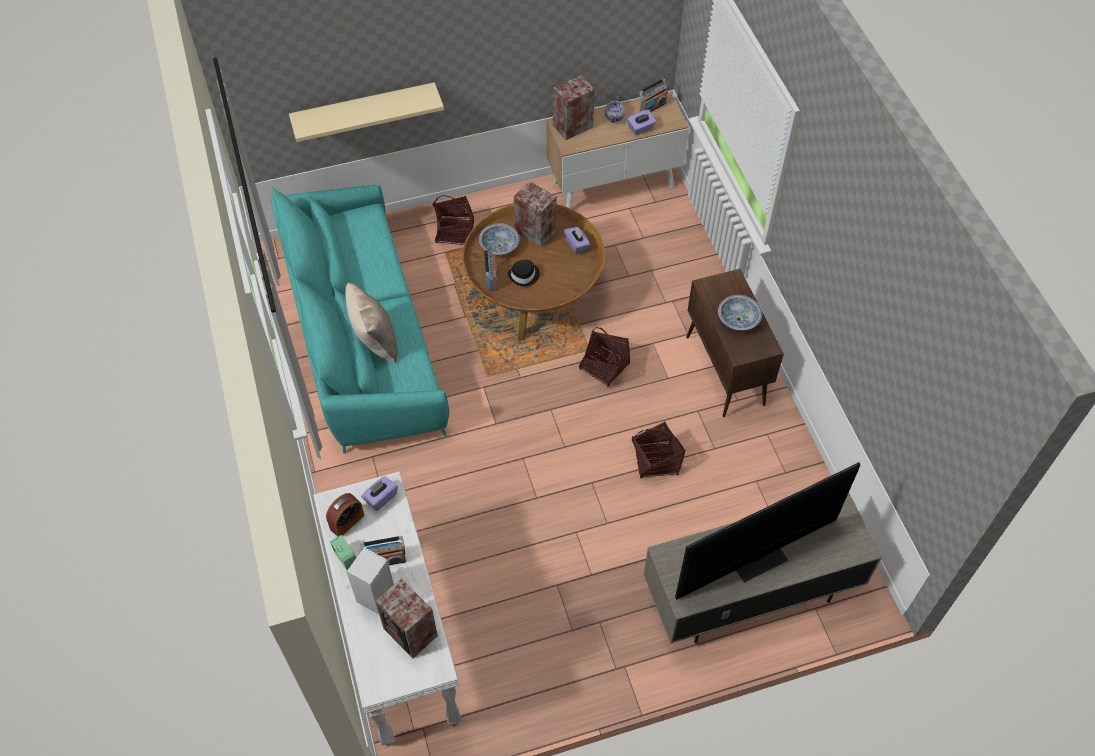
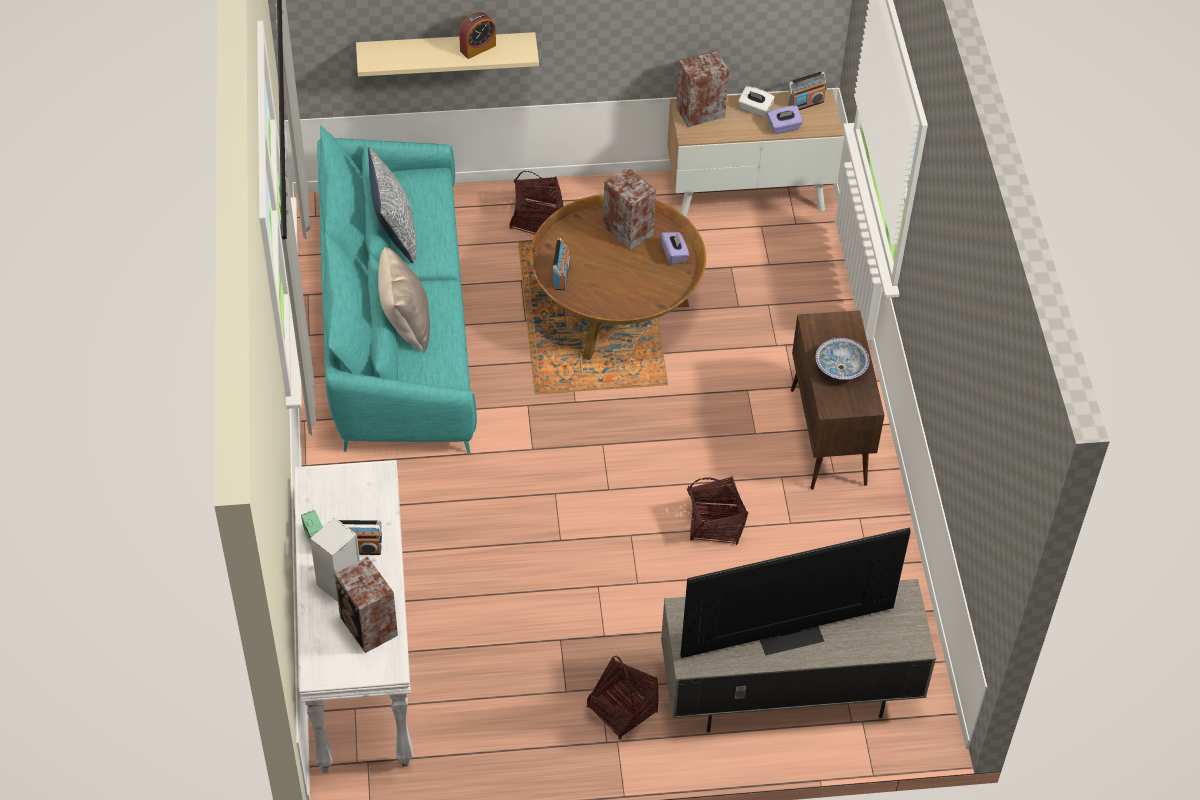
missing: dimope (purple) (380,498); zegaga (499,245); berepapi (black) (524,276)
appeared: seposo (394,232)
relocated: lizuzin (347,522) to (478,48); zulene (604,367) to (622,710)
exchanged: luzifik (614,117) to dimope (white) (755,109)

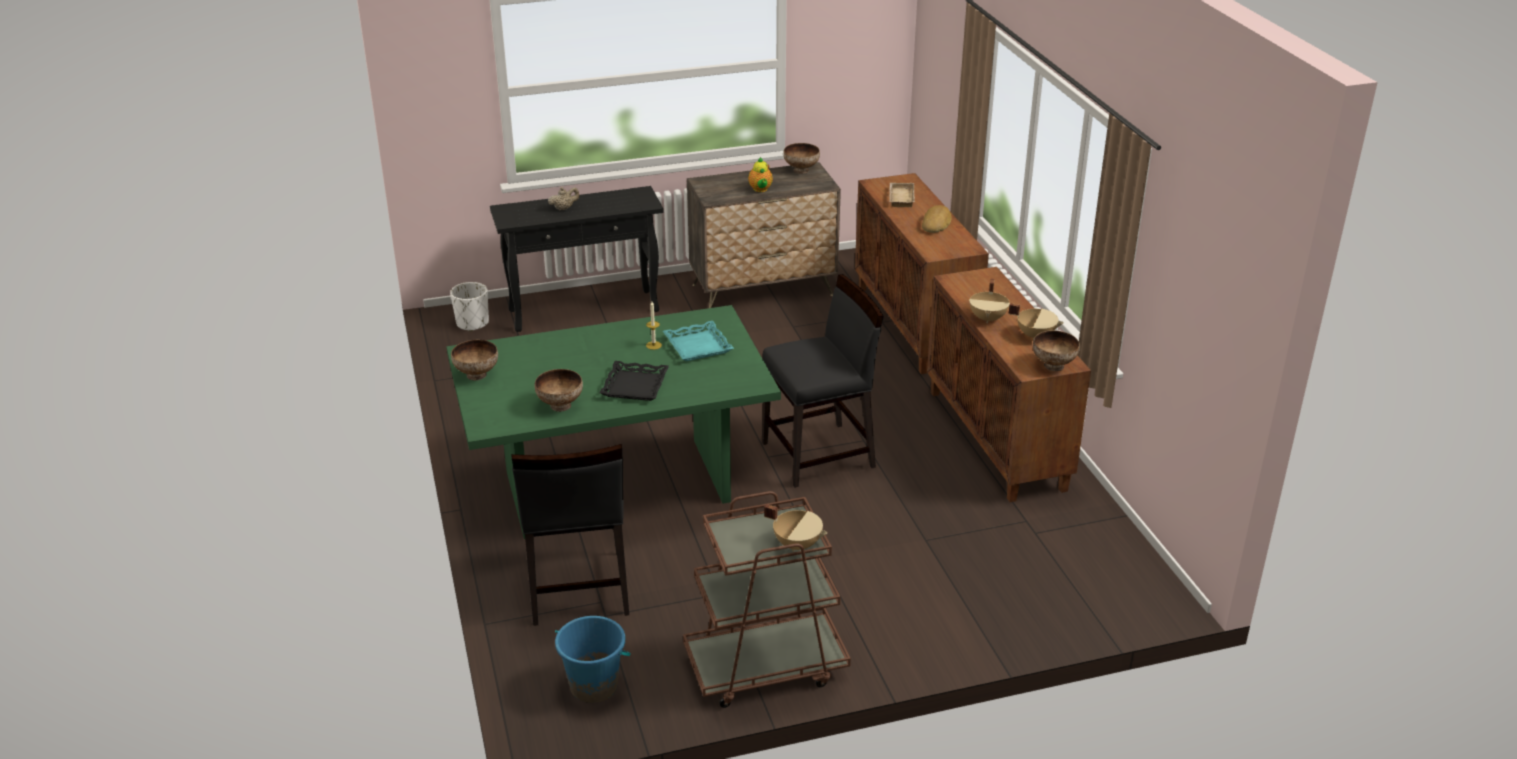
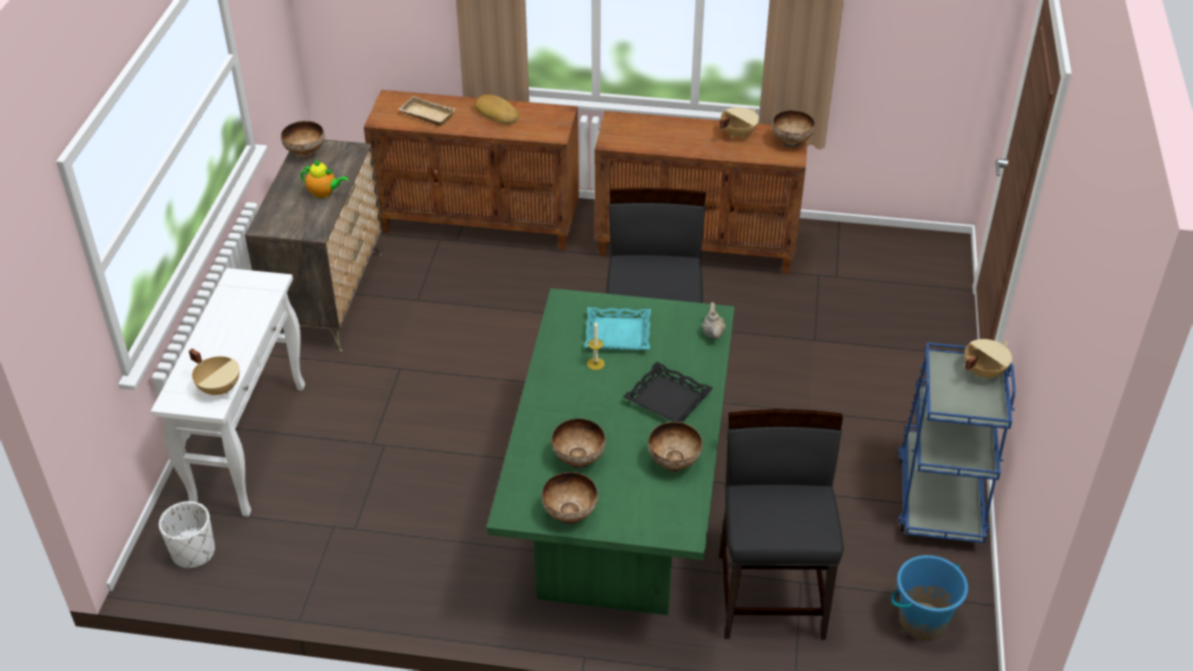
appeared: zegaga (579,460)
relocated: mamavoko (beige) (988,318) to (220,388); luzifik (beige) (564,208) to (712,333)
colour: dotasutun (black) (585,310) to dotasutun (white) (250,444); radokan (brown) (765,667) to radokan (blue) (940,496)
spun: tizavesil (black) (577,588) = (771,594) 105 degrees counterclockwise

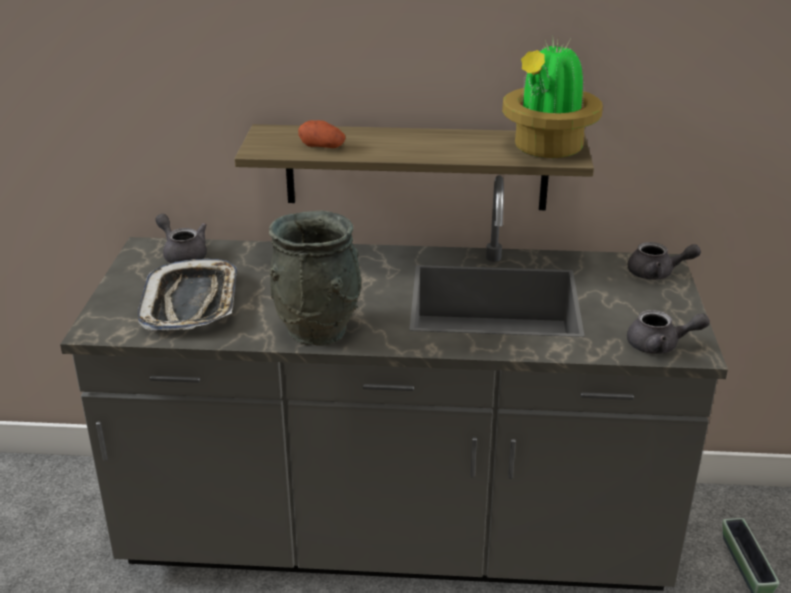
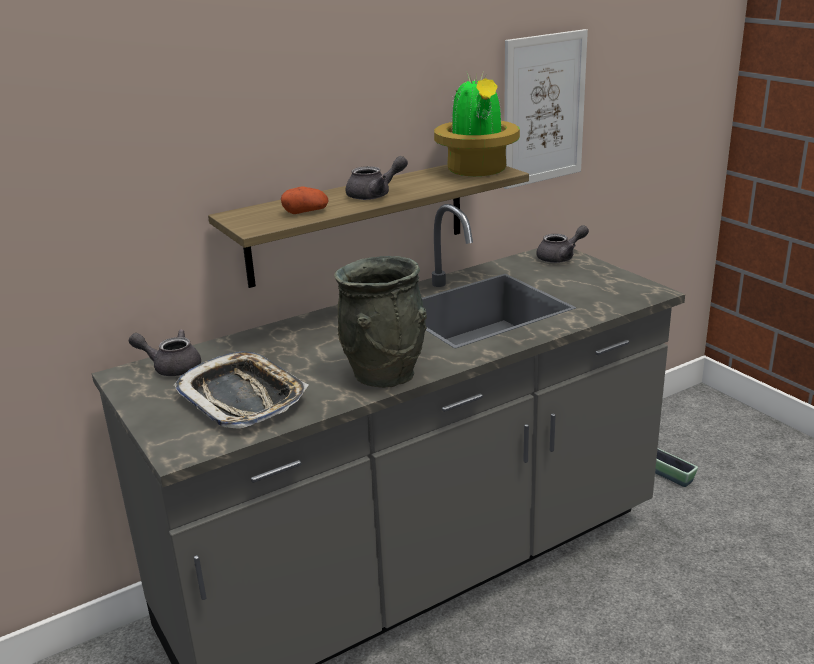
appeared: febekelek (543,109)
relocated: luzifik (grey) (660,345) to (375,195)

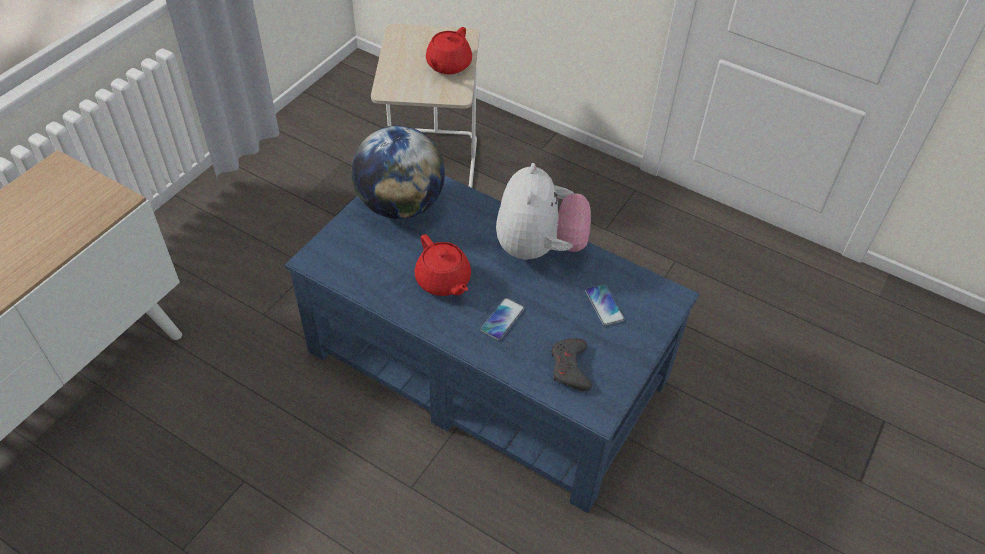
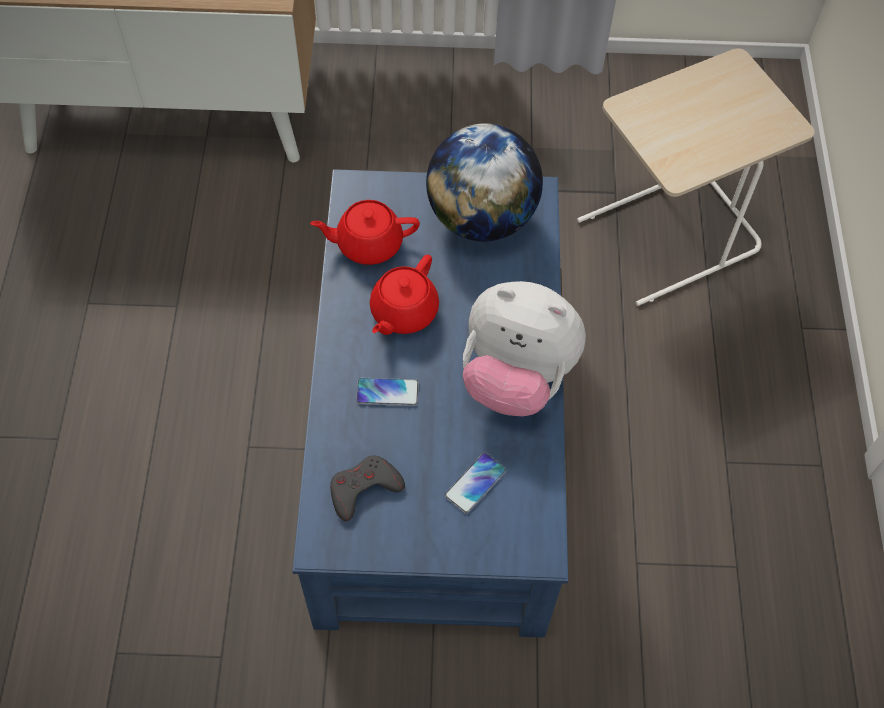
relocated: luzifik (red) (448,65) to (368,243)
spun: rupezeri (539,247) = (516,377) 45 degrees clockwise

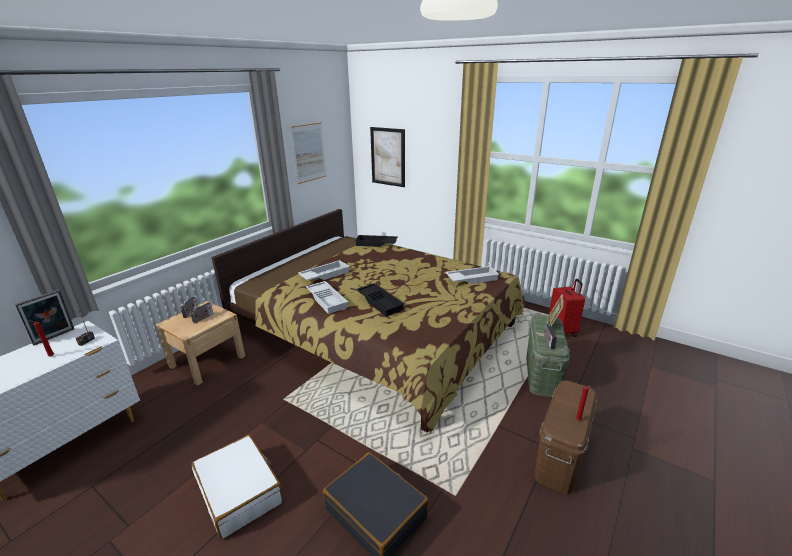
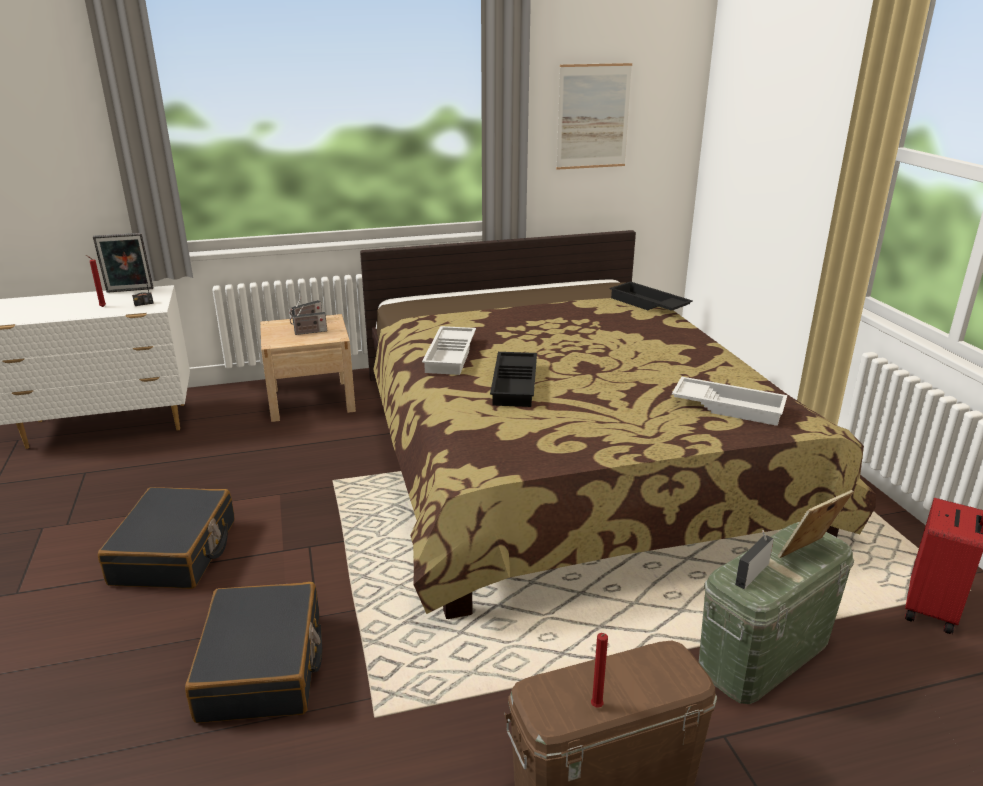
missing: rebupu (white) (324,275); febekelek (388,157)
colour: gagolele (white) (240,492) to gagolele (black) (175,552)

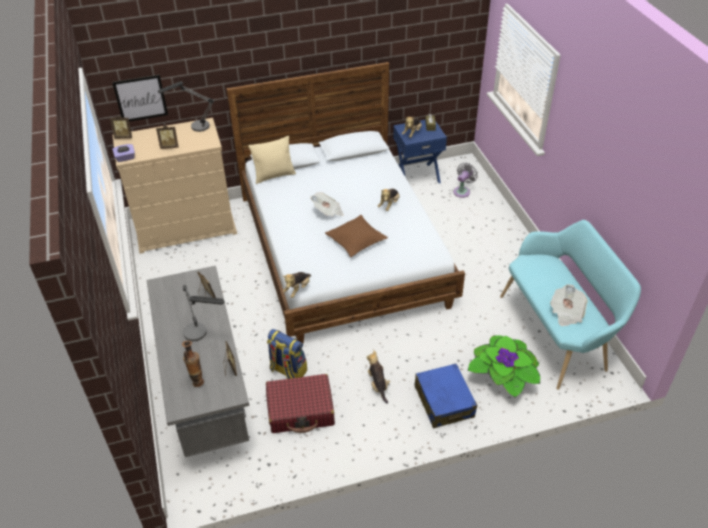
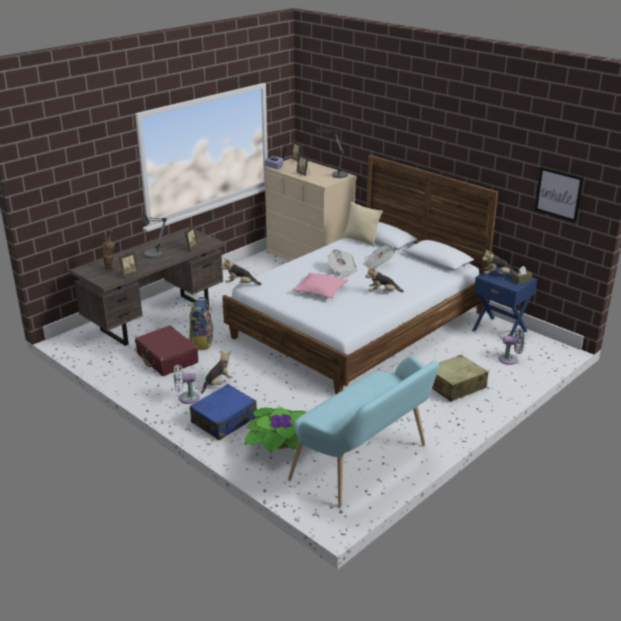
appeared: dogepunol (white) (186,398); gagolele (beige) (454,386)
relocated: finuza (566,313) to (378,264); febekelek (140,98) to (558,194)
colour: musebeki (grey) (206,393) to musebeki (brown) (156,318); seposo (brown) (356,240) to seposo (pink) (320,291)

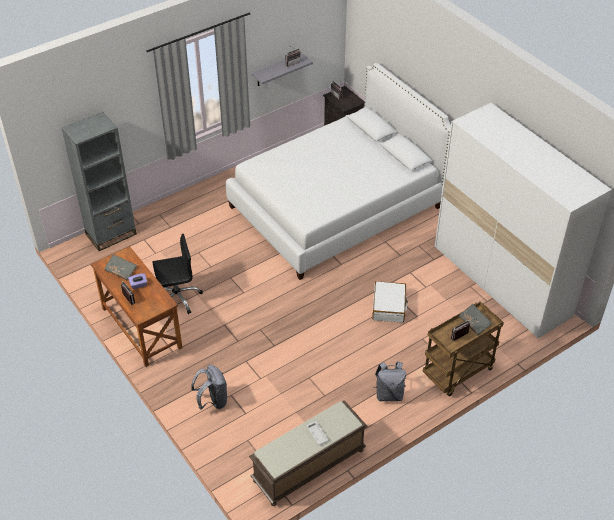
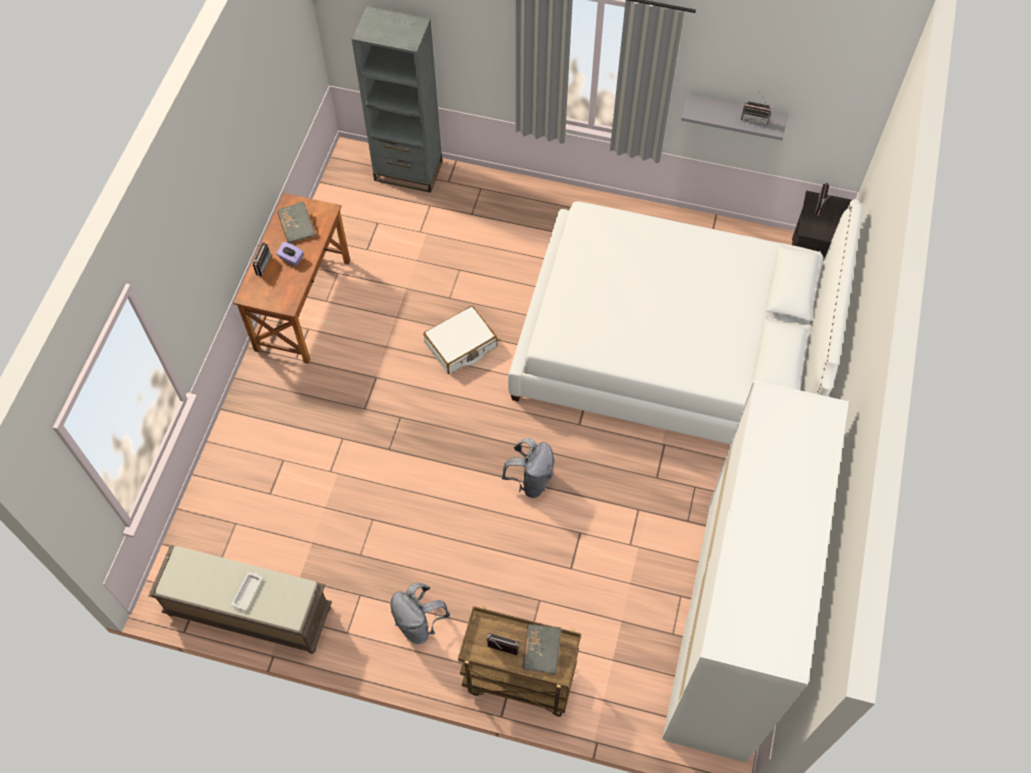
missing: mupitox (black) (177,298)
relocated: gagolele (white) (389,306) to (461,346); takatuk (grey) (212,401) to (531,480)

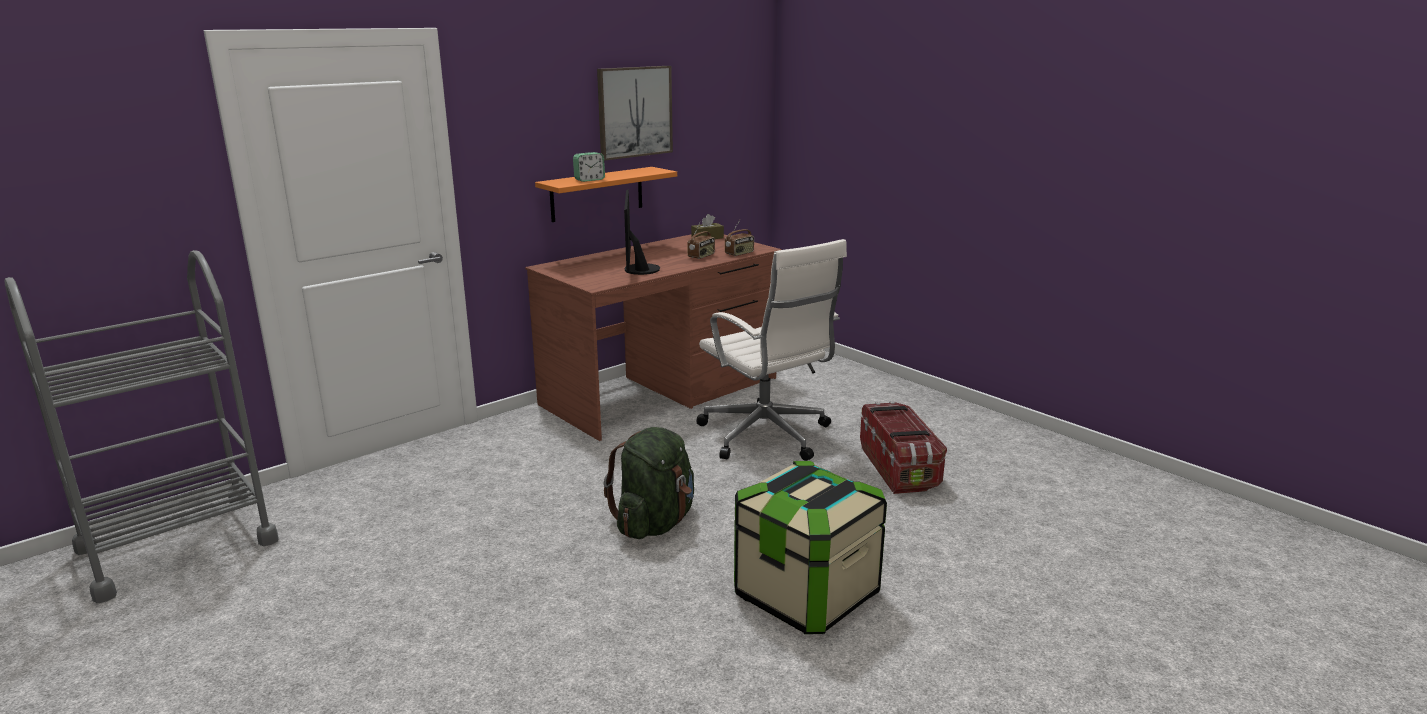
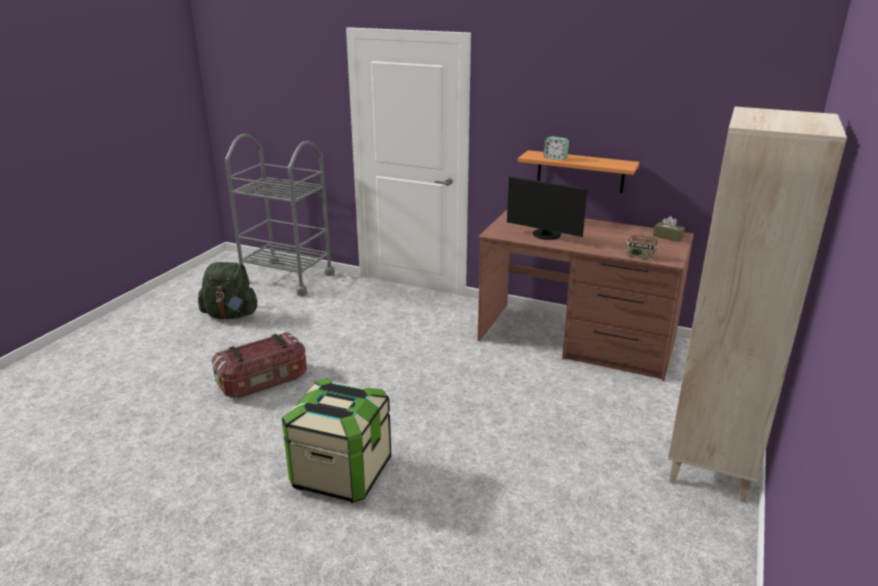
missing: febekelek (634,112); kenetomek (701,256); mupitox (white) (766,436)
appeared: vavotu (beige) (710,466)
relocated: takatuk (green) (655,523) to (231,315); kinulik (899,468) to (263,382)
spun: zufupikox (637,270) = (545,235) 120 degrees counterclockwise

